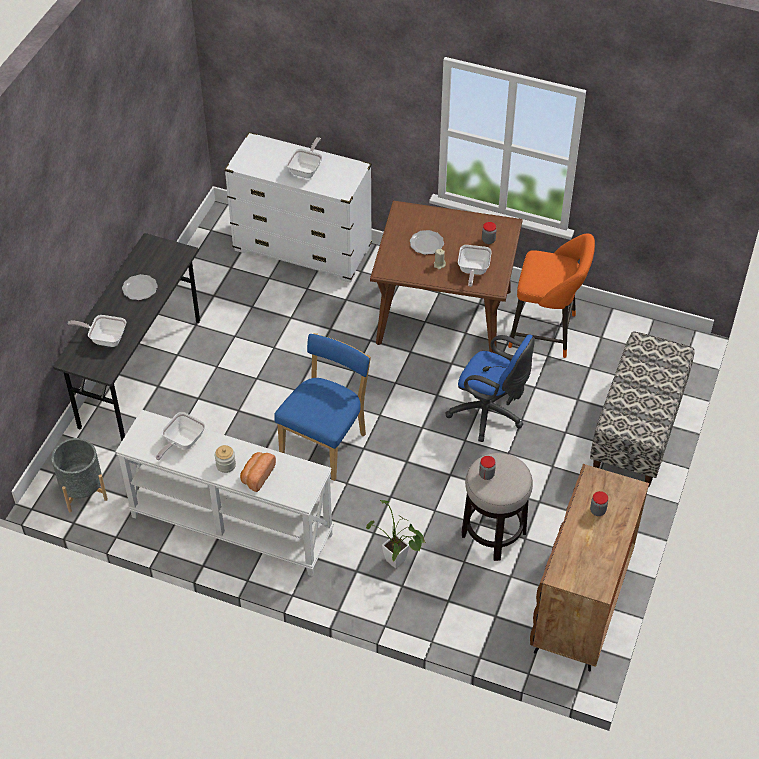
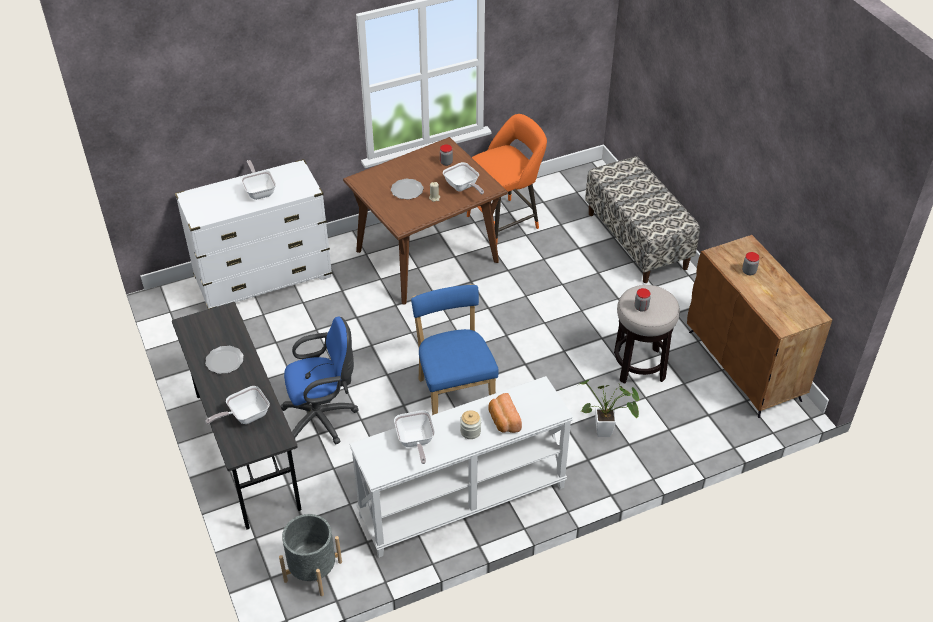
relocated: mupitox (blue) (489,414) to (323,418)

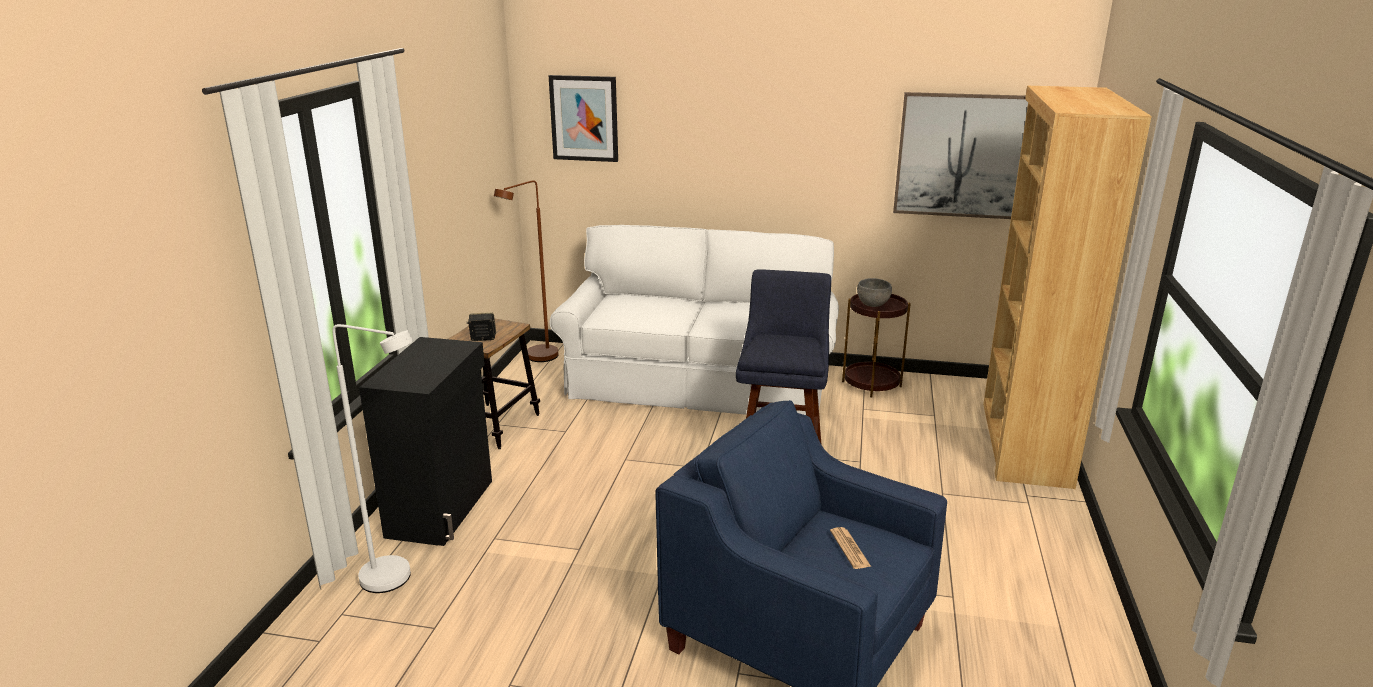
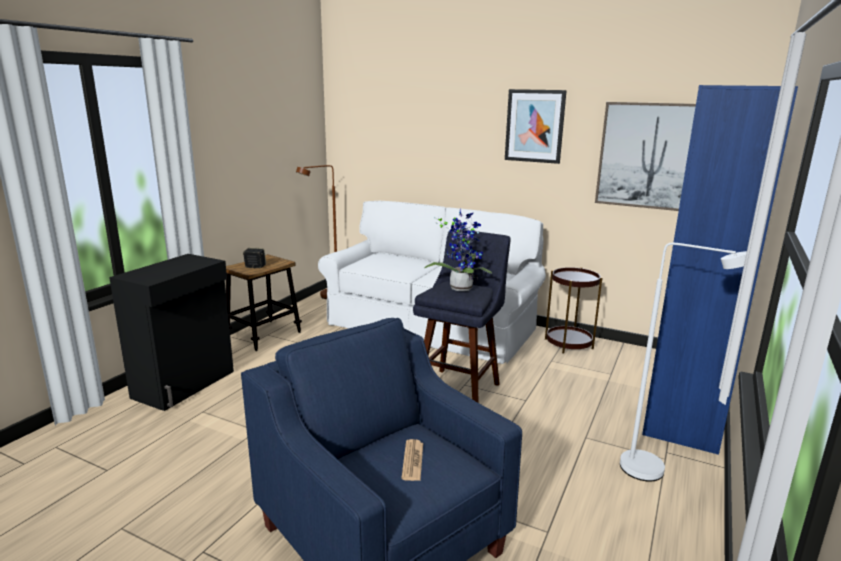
missing: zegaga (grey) (872,304)
appeared: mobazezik (461,287)
relocated: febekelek (584,118) to (534,126); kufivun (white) (397,580) to (654,472)
colour: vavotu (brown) (1023,443) to vavotu (blue) (684,407)

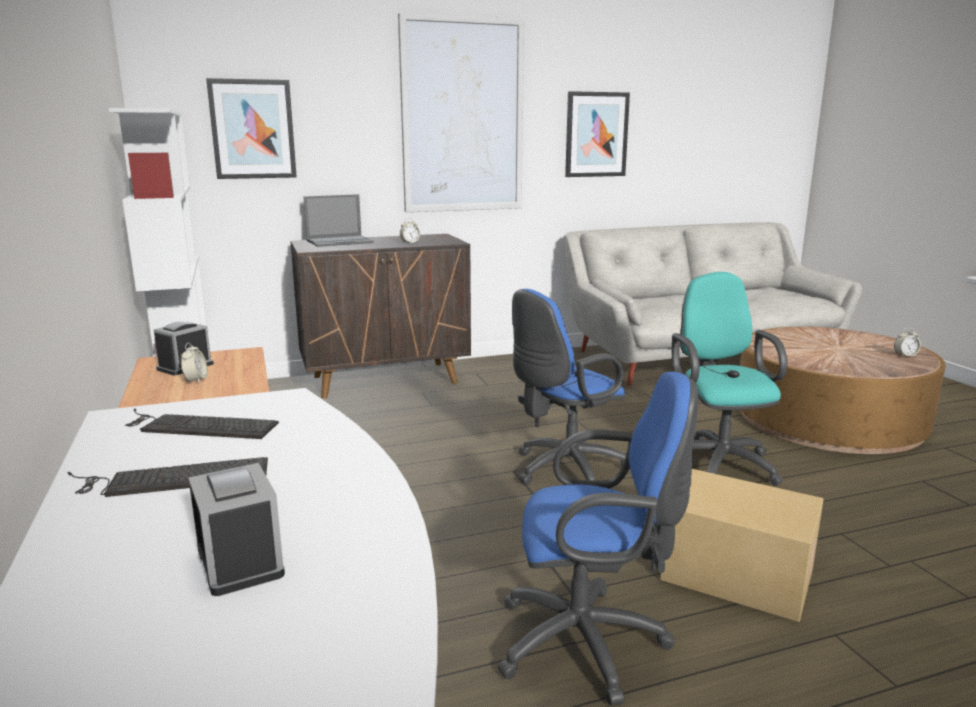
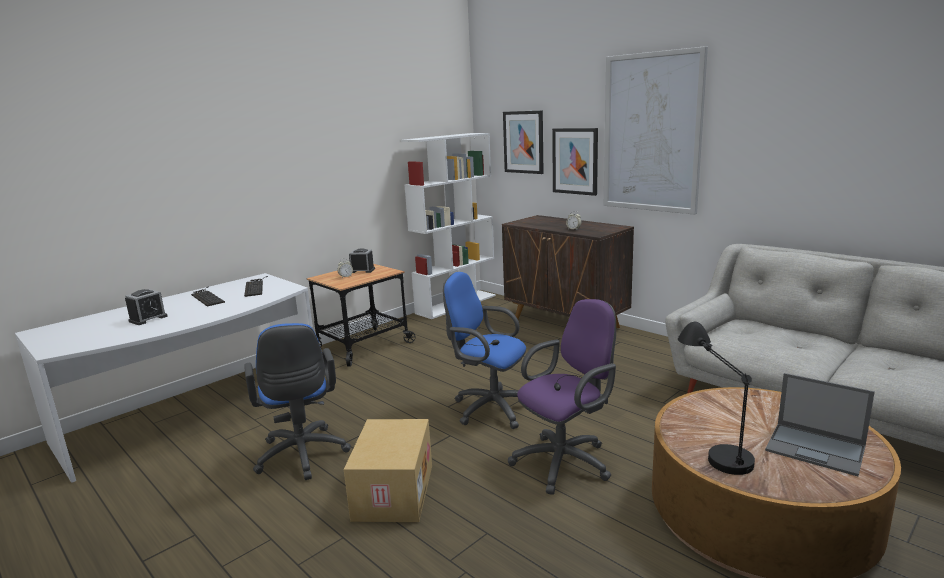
missing: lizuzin (905,355)
appeared: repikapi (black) (711,441)
relocated: febekelek (596,134) to (575,161); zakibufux (340,241) to (816,449)
colour: mupitox (turquoise) (717,462) to mupitox (purple) (566,461)

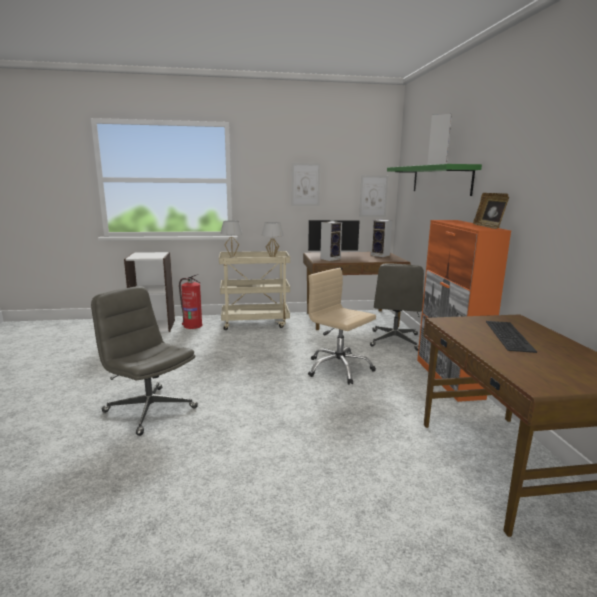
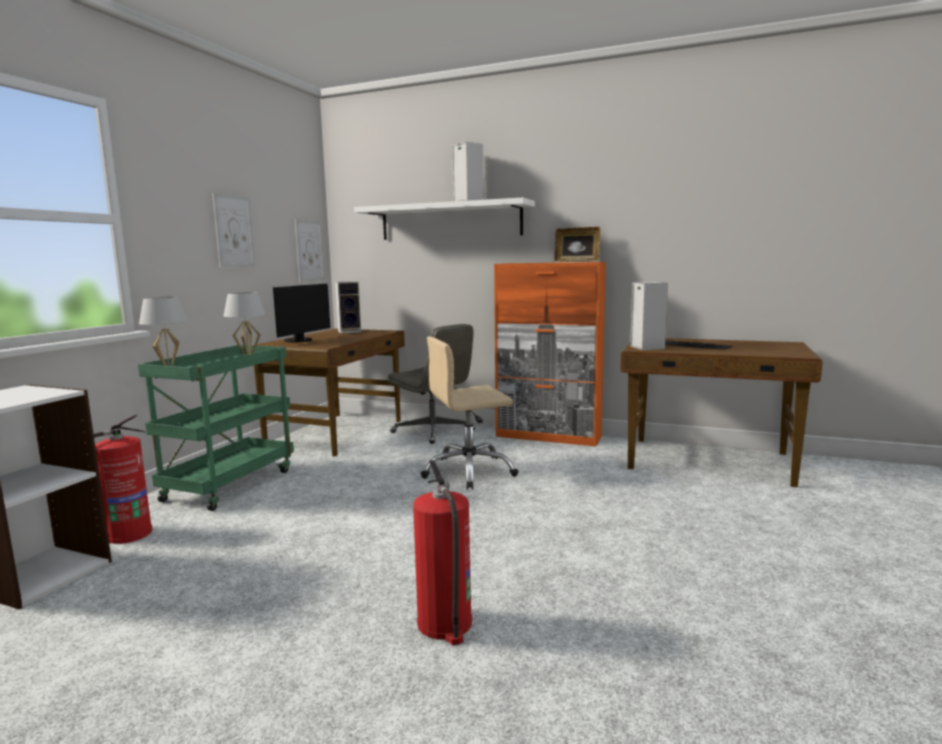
relocated: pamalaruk (330,259) to (646,347)
exchanged: mupitox (grey) (149,409) to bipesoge (445,624)
colour: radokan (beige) (255,323) to radokan (green) (230,484); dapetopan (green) (440,179) to dapetopan (white) (450,221)

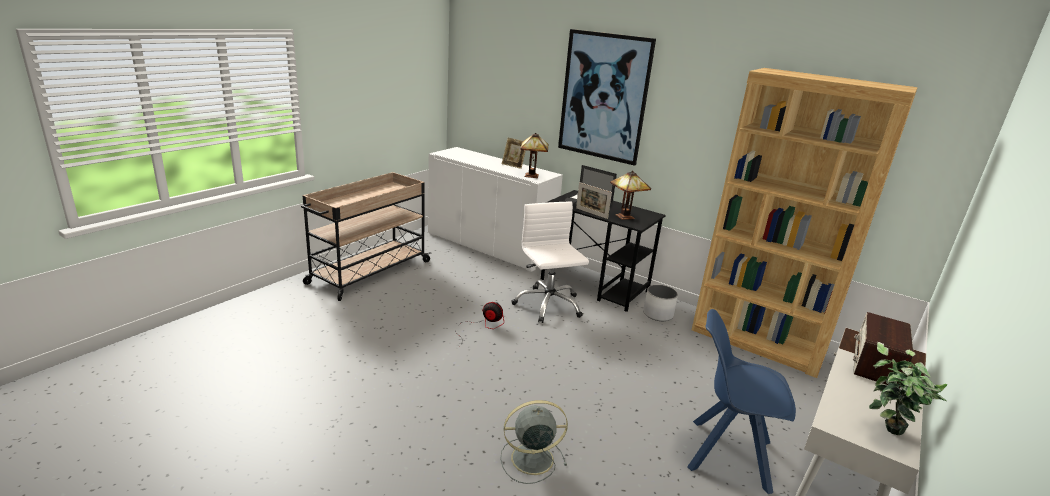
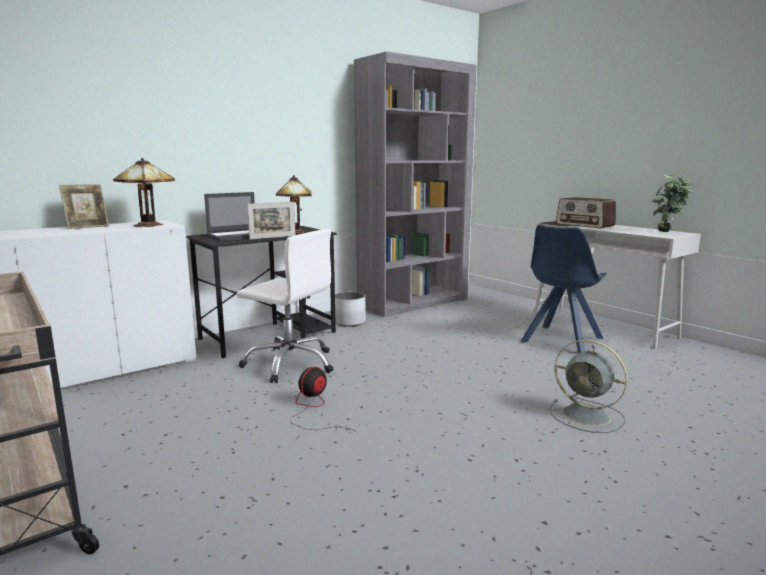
missing: febekelek (604,97)
colour: vavotu (brown) (757,342) to vavotu (grey) (413,302)
spun: mupitox (white) (548,305) = (290,363) 150 degrees counterclockwise; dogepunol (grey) (530,459) = (588,416) 60 degrees counterclockwise

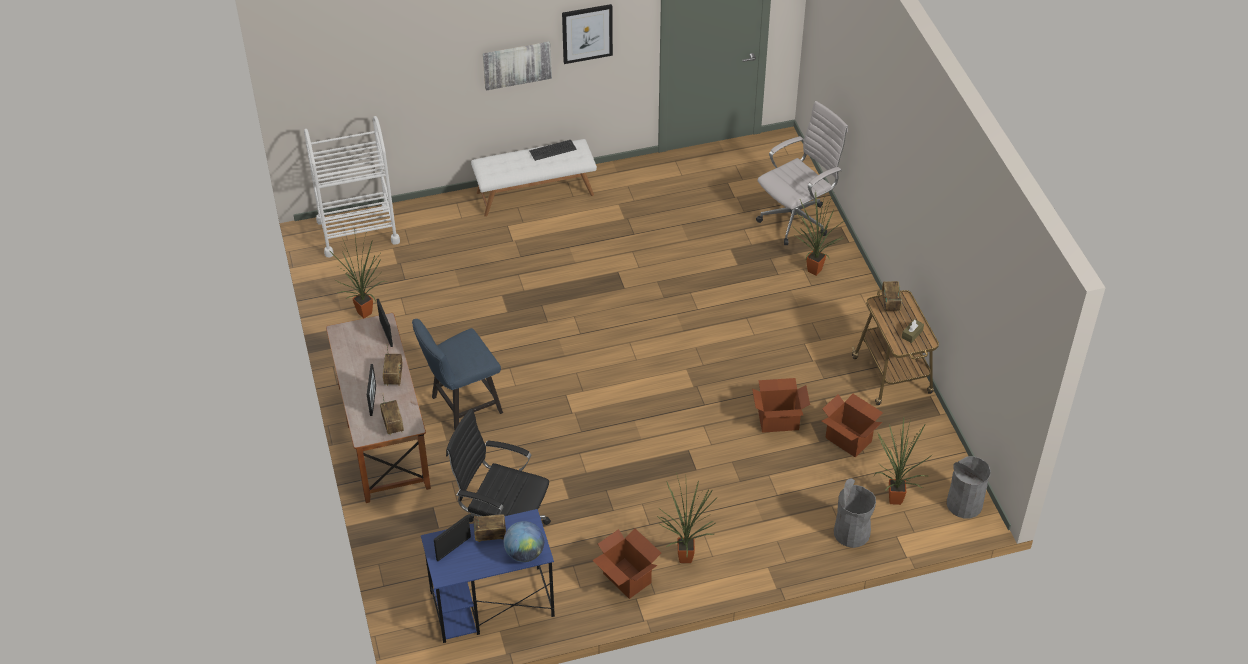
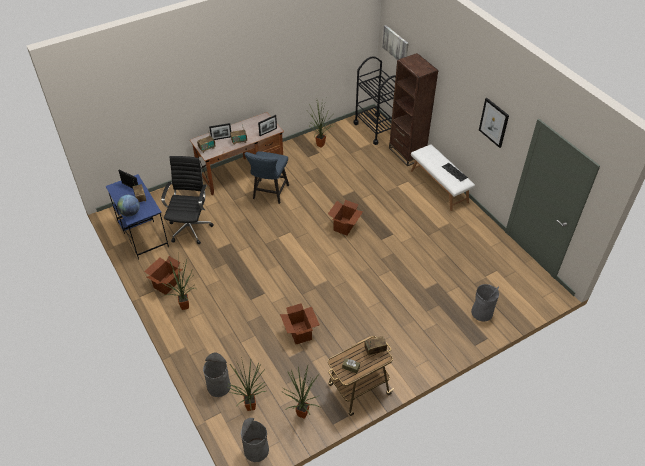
appeared: vavotu (brown) (407,153)
relocated: mobazezik (812,272) to (301,413); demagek (848,439) to (345,226); febekelek (517,64) to (396,45)
exchanged: mupitox (white) (797,219) to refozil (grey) (482,312)
colour: radokan (white) (358,231) to radokan (black) (376,129)
spun: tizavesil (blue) (461,406) = (269,194) 120 degrees counterclockwise

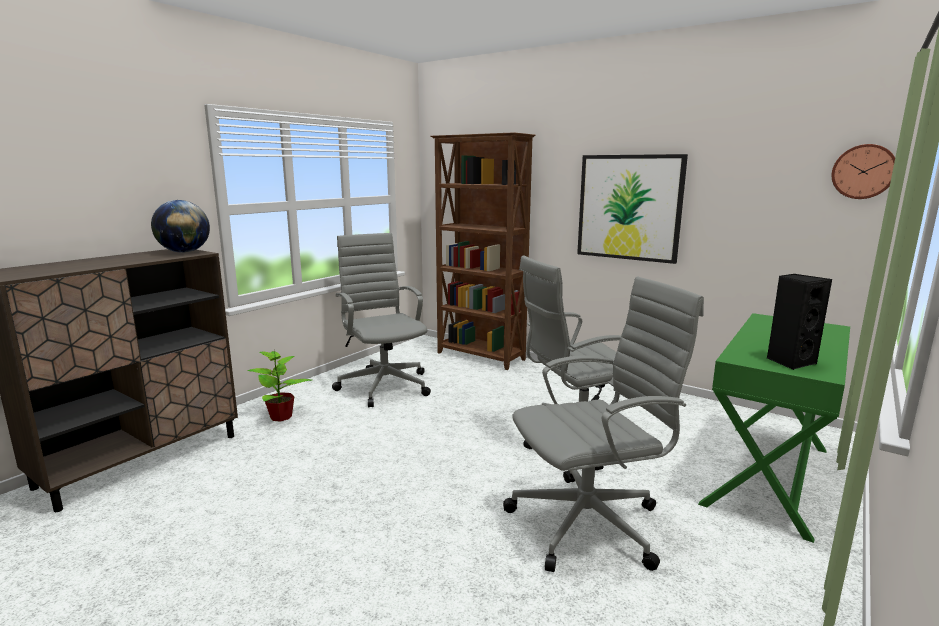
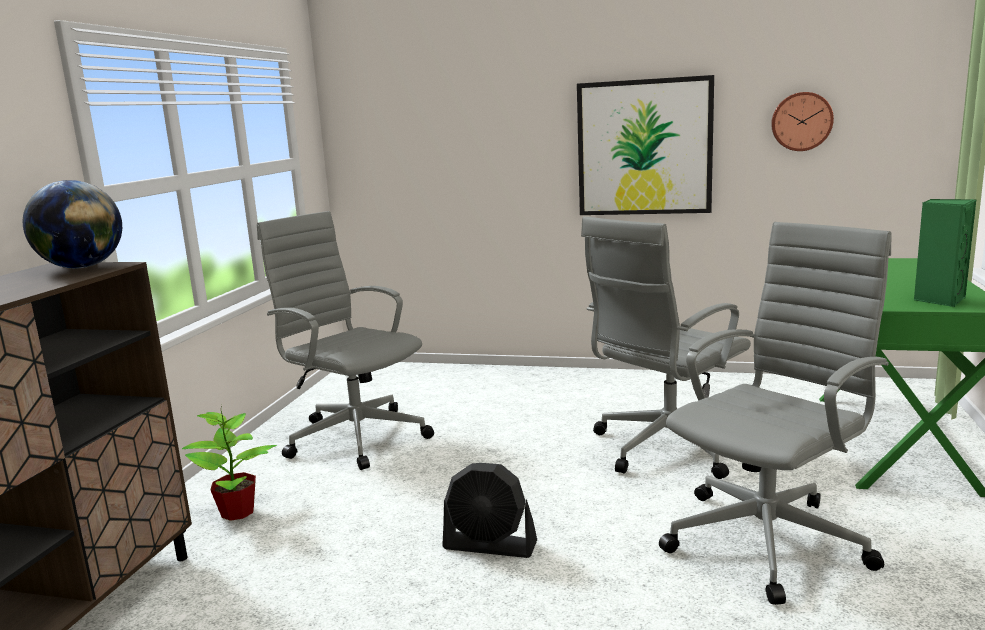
missing: vavotu (brown) (480,357)
appeared: dogepunol (black) (490,545)
relocated: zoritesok (863,171) to (801,121)
colour: pamalaruk (black) (790,362) to pamalaruk (green) (939,300)

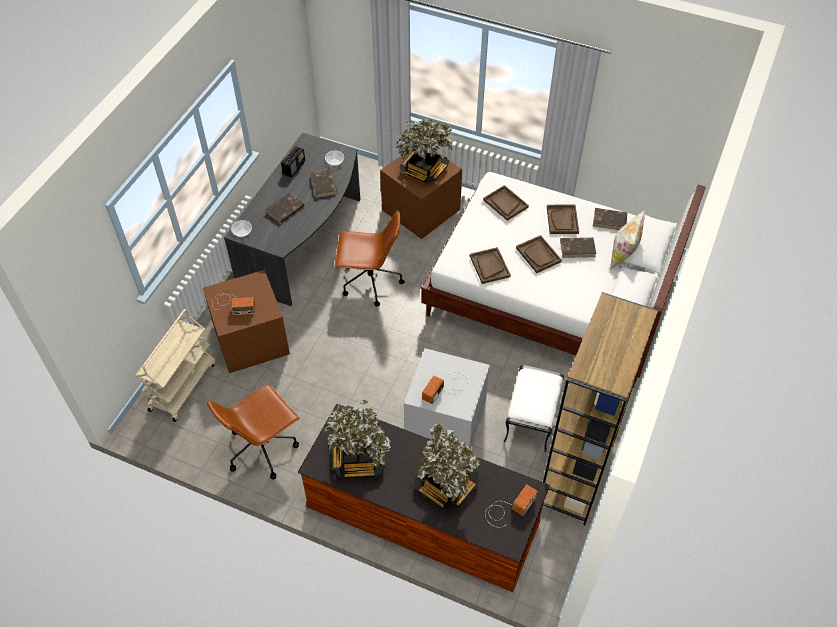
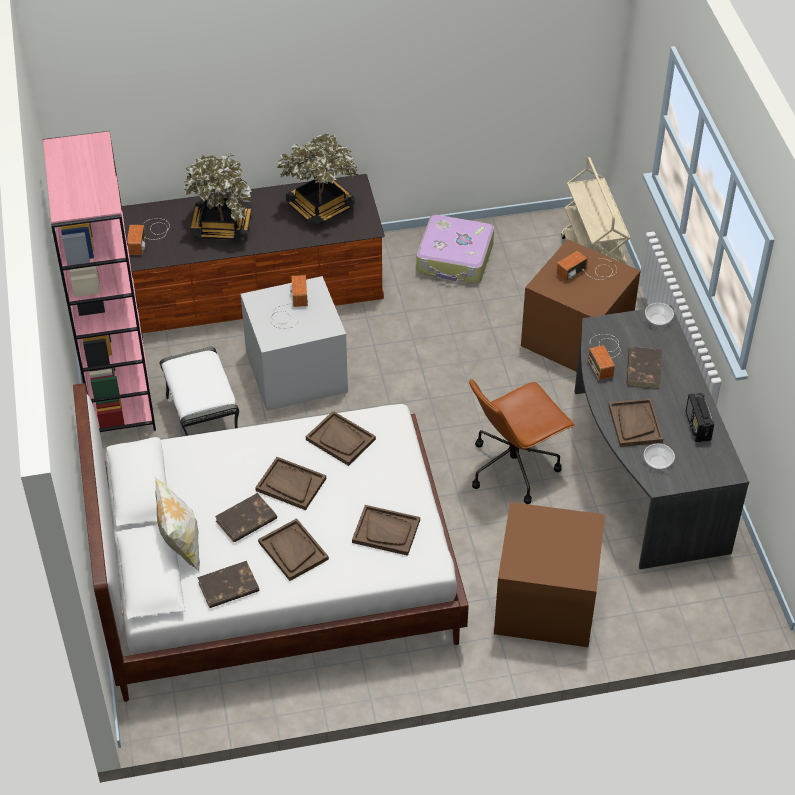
missing: mobazezik (424,169)
appeared: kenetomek (604,355)
exchanged: mupitox (brown) (263,448) to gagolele (455,259); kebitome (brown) (324,185) to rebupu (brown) (635,423)
colour: vavotu (brown) (576,476) to vavotu (pink) (119,390)

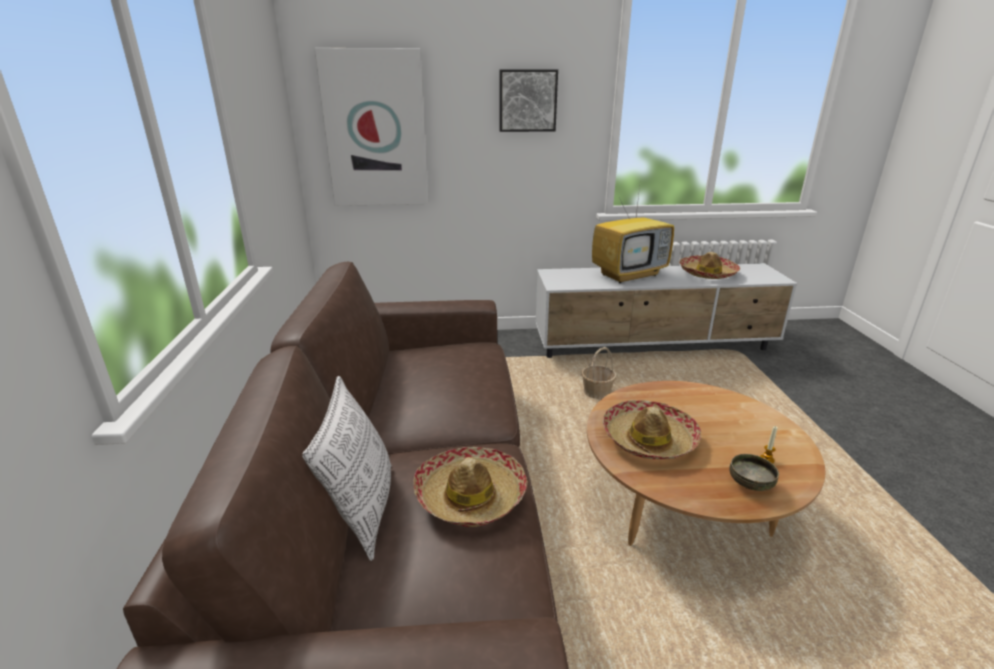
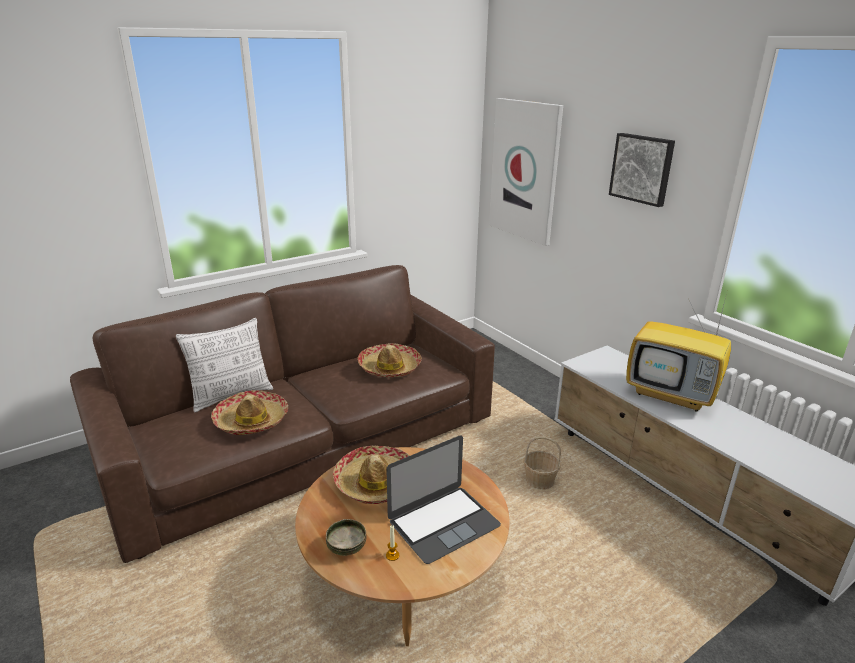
appeared: zakibufux (443,523)
relocated: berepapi (707,273) to (389,367)

